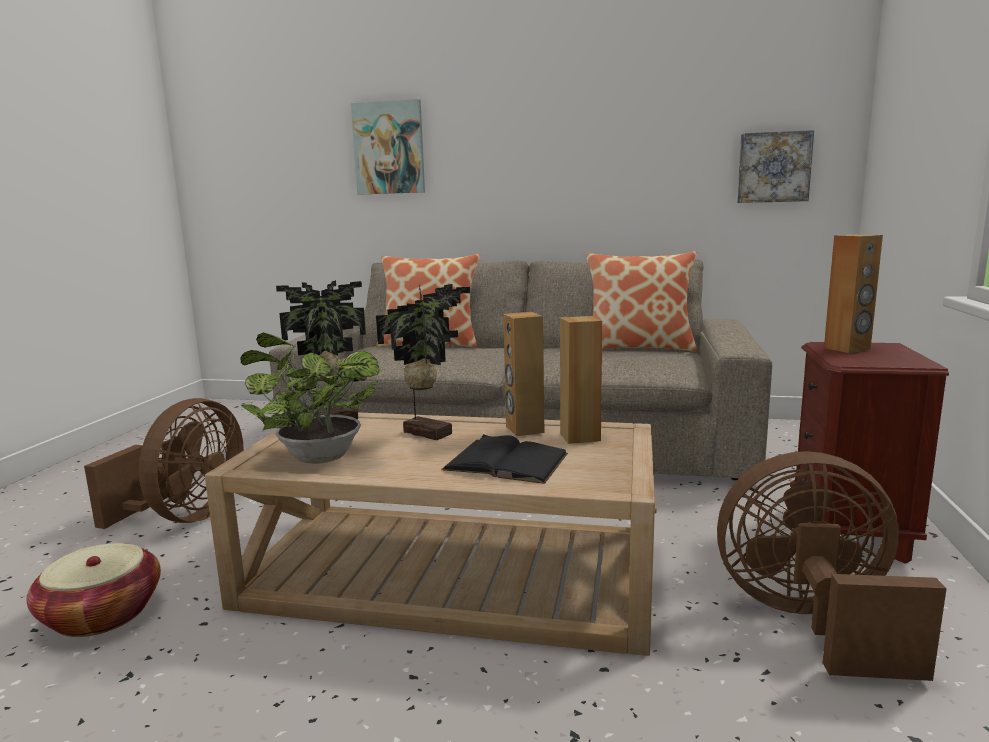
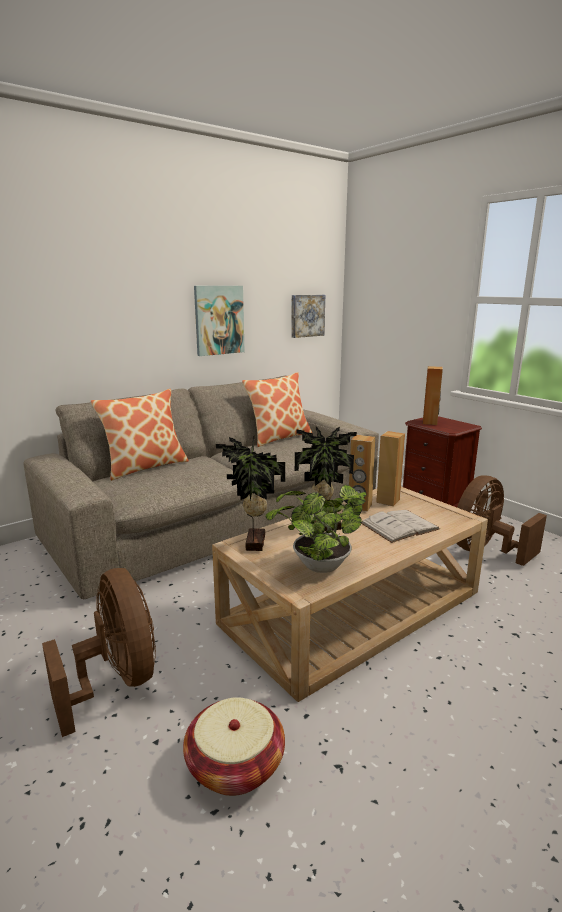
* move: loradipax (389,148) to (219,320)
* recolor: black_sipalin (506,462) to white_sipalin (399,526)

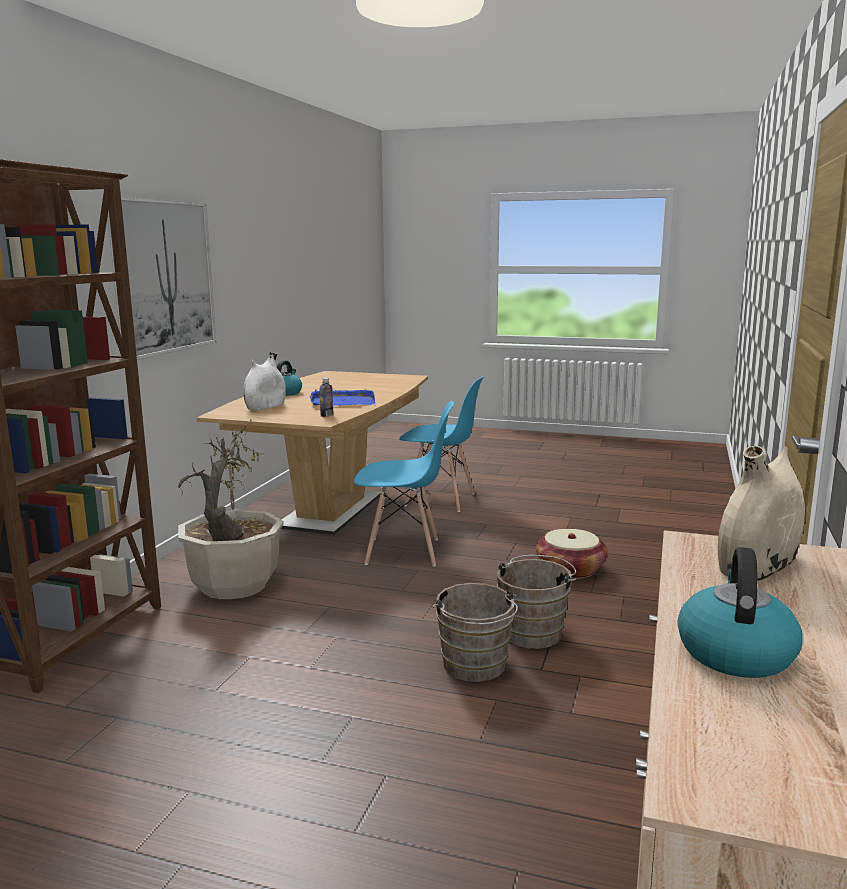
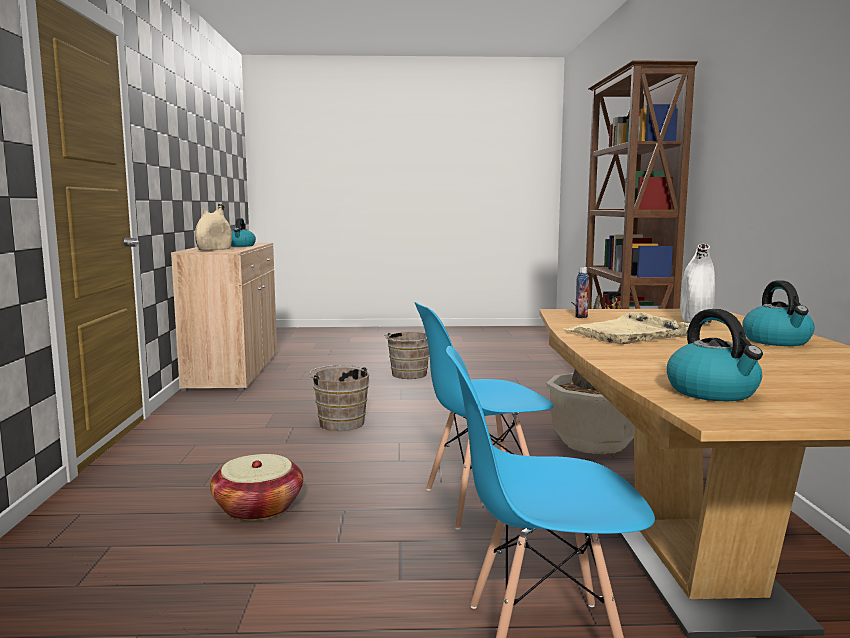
* delete: loradipax (163,277)
* insert: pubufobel (713,392)
* move: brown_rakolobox (534,632) to (408,375)
* recolor: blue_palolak (342,402) to beige_palolak (628,333)

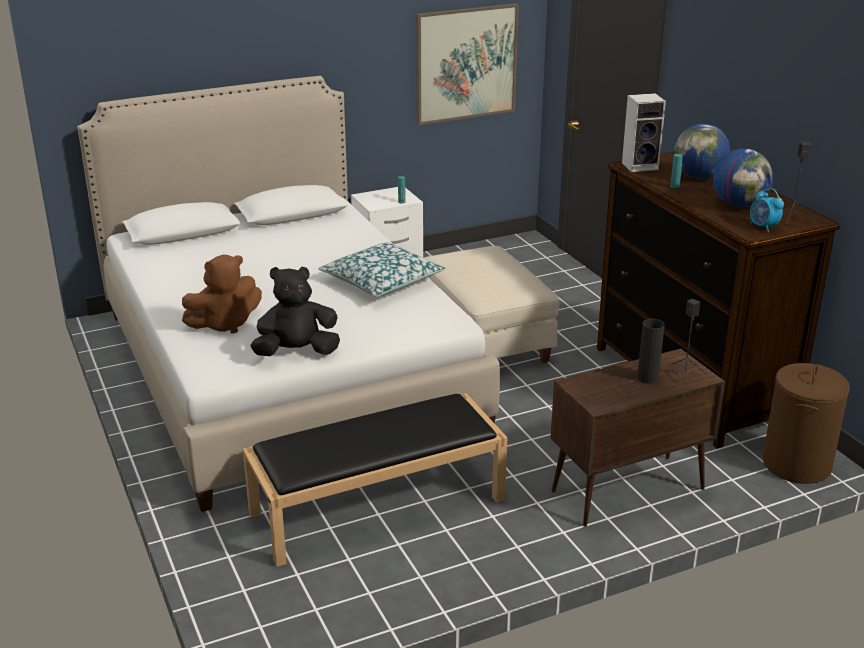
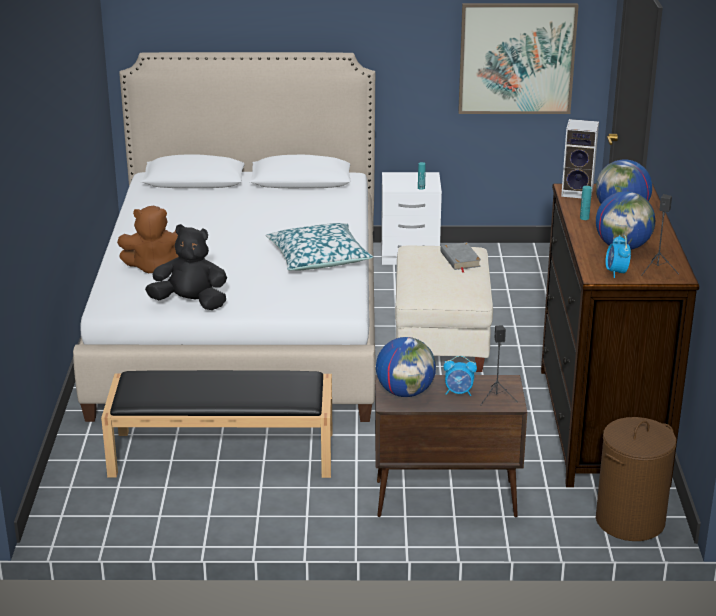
* insert: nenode (405,392)
* insert: grey_sipalin (460,259)
* replace: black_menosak (647,378) to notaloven (459,392)

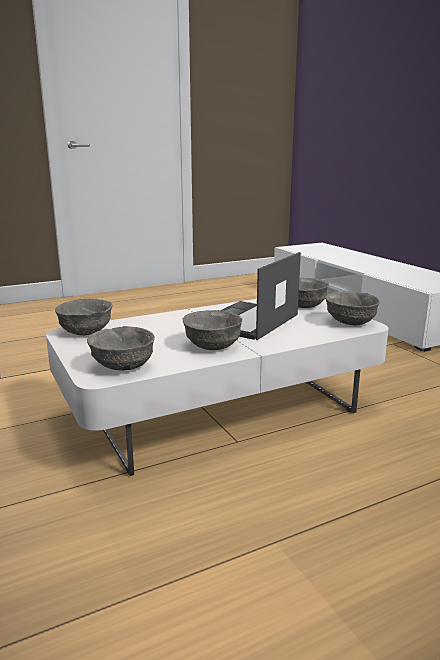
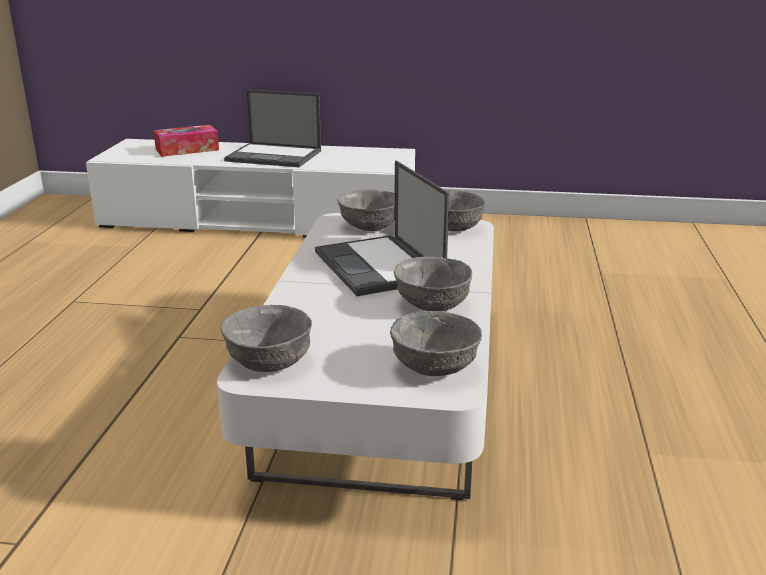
* insert: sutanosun (187,149)
* insert: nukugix (275,156)

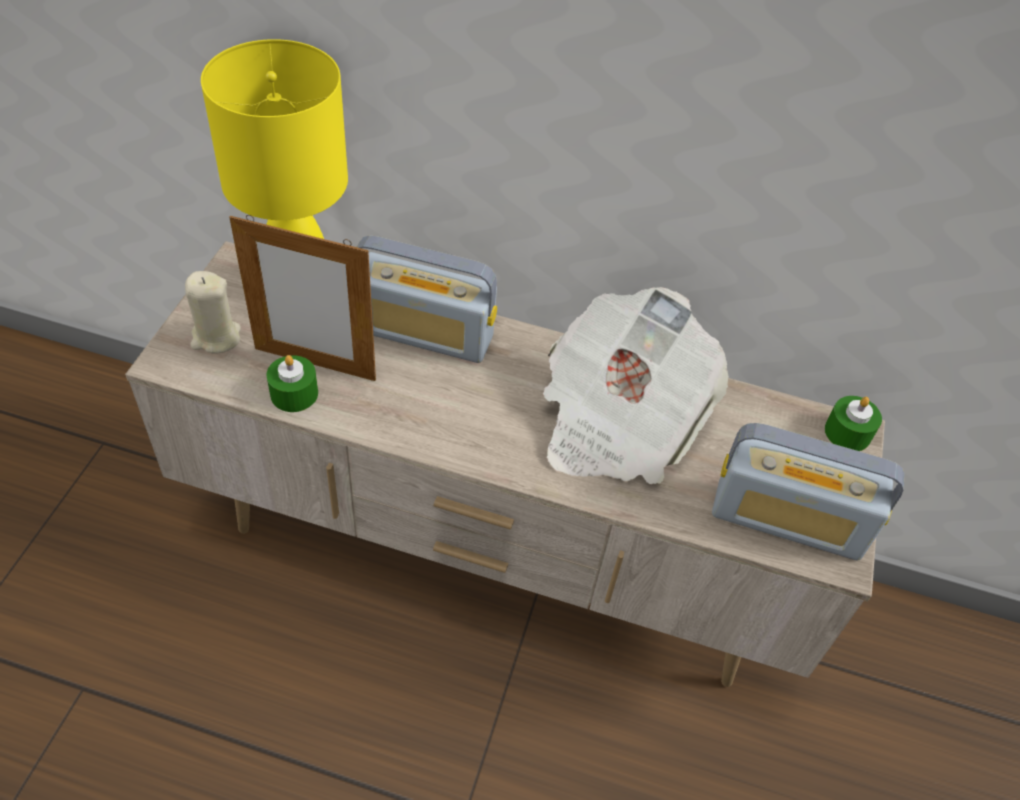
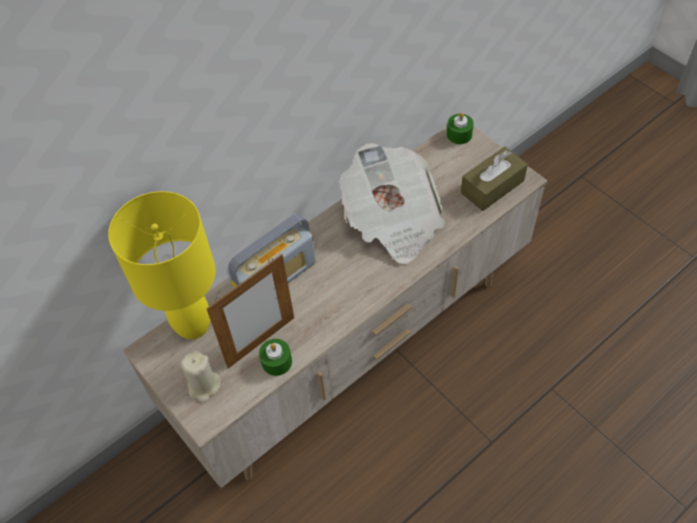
* replace: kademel (788,520) to brown_sutanosun (492,187)

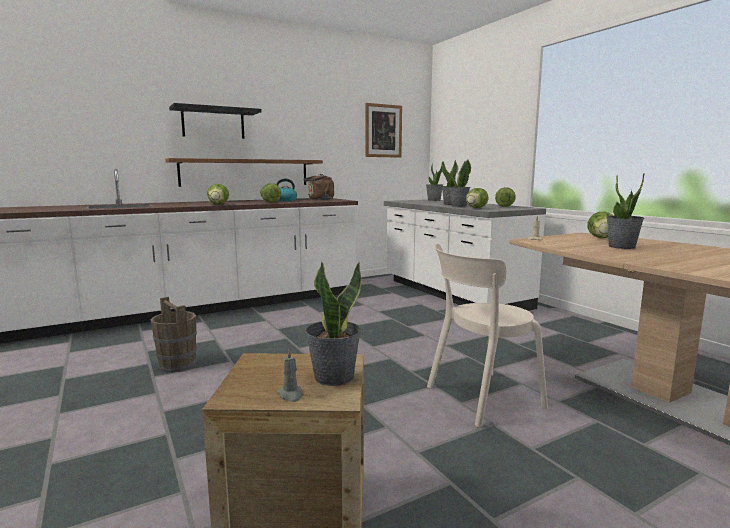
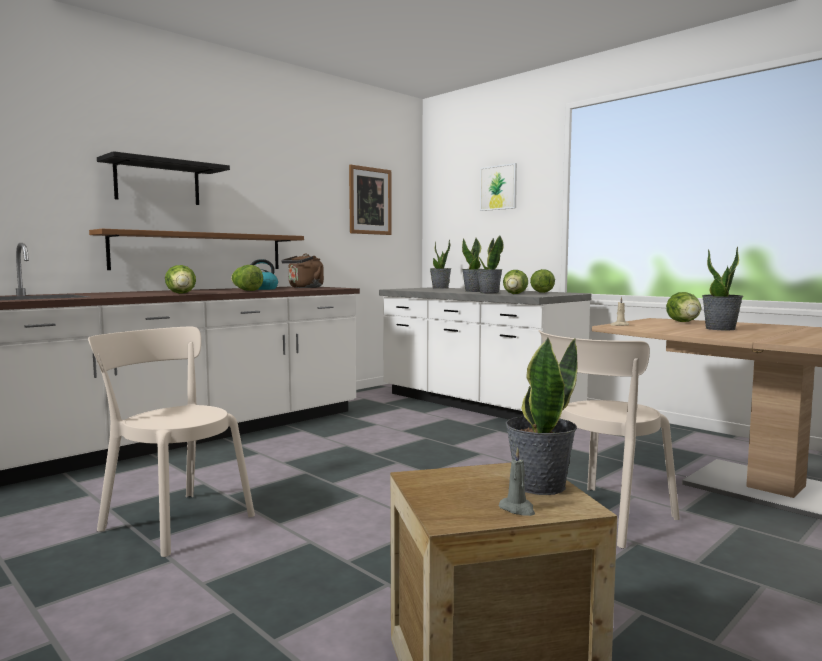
* insert: loradipax (498,187)
* replace: brown_rakolobox (177,364) to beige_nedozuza (174,521)

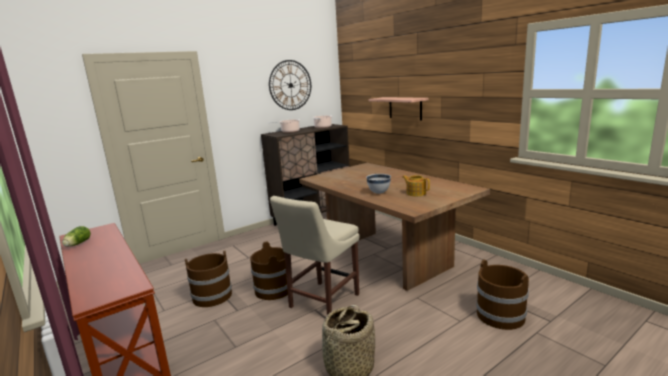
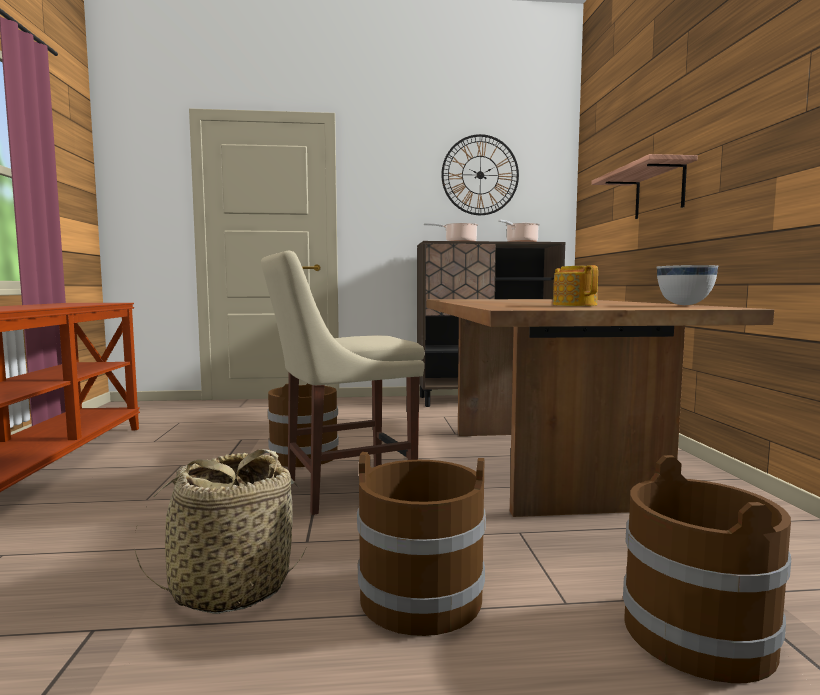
* delete: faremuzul (77,244)
* move: brown_rakolobox (212,296) to (422,596)
* move: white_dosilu (379,193) to (685,305)

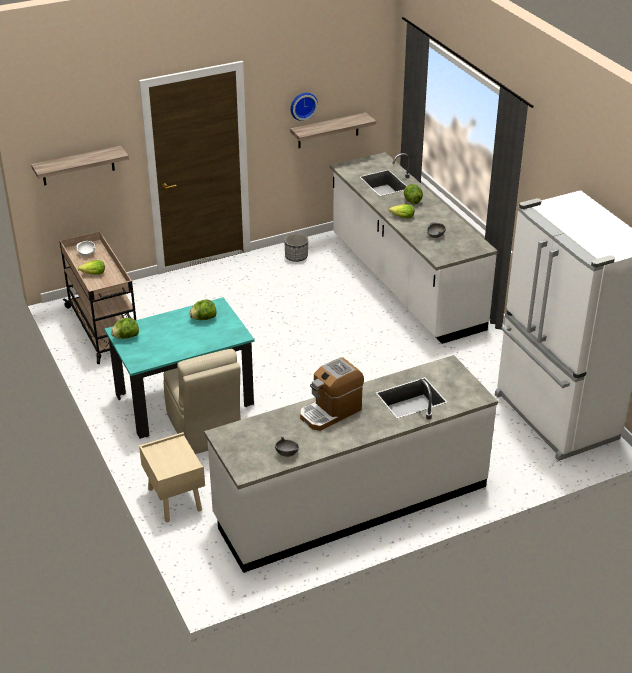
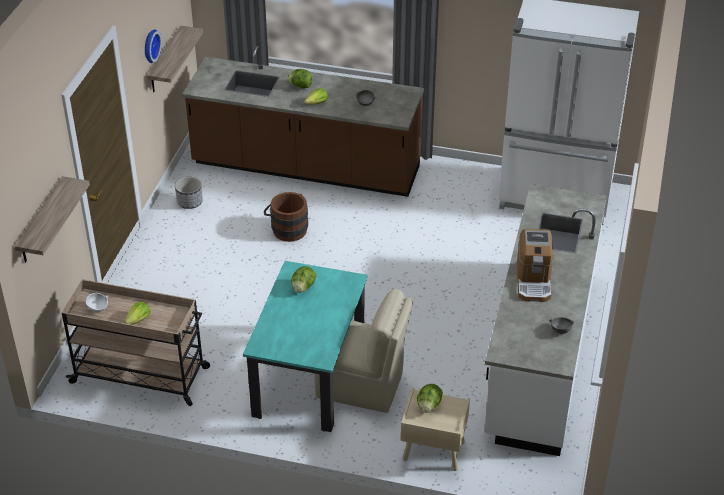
* insert: brown_rakolobox (287,229)
* move: faremuzul (126,337) to (428,406)
* recolor: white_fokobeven (404,282) to brown_fokobeven (306,167)

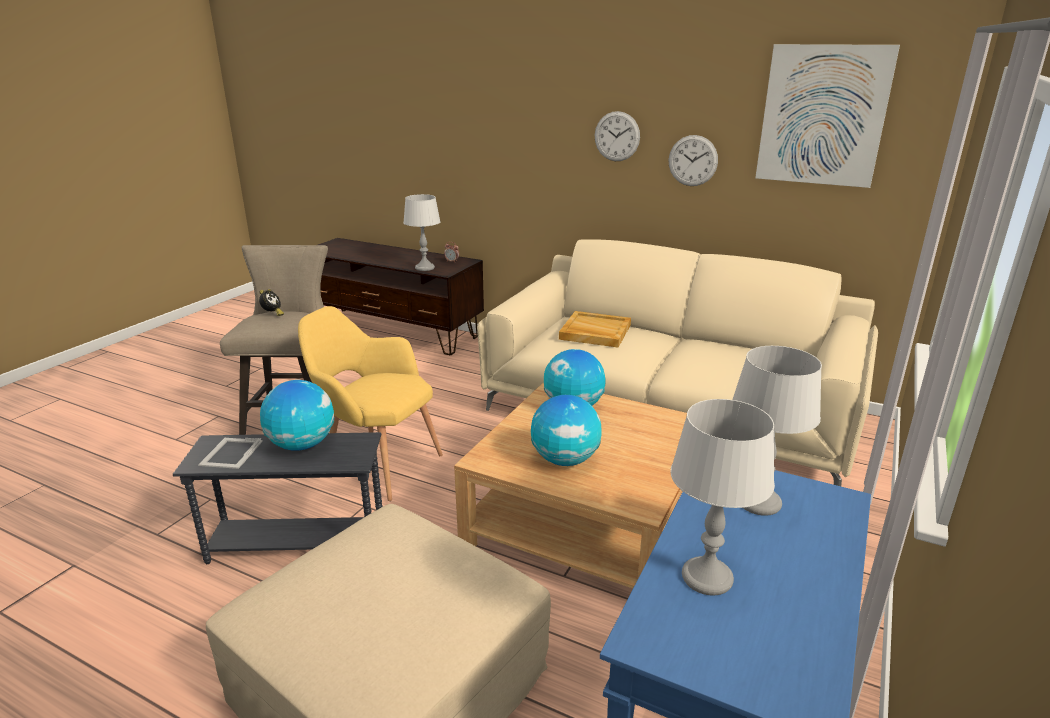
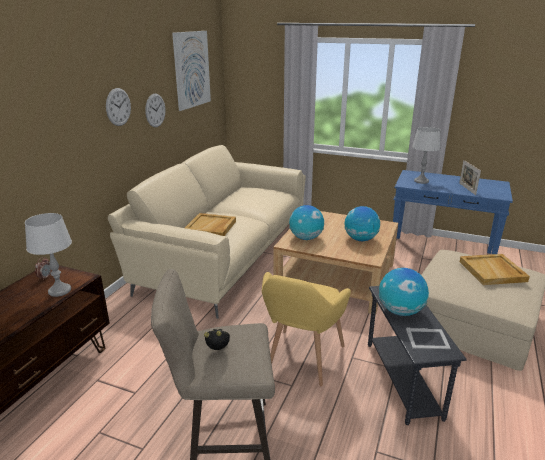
* insert: beige_palolak (493,271)
* replace: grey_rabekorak (706,578) to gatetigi (467,189)

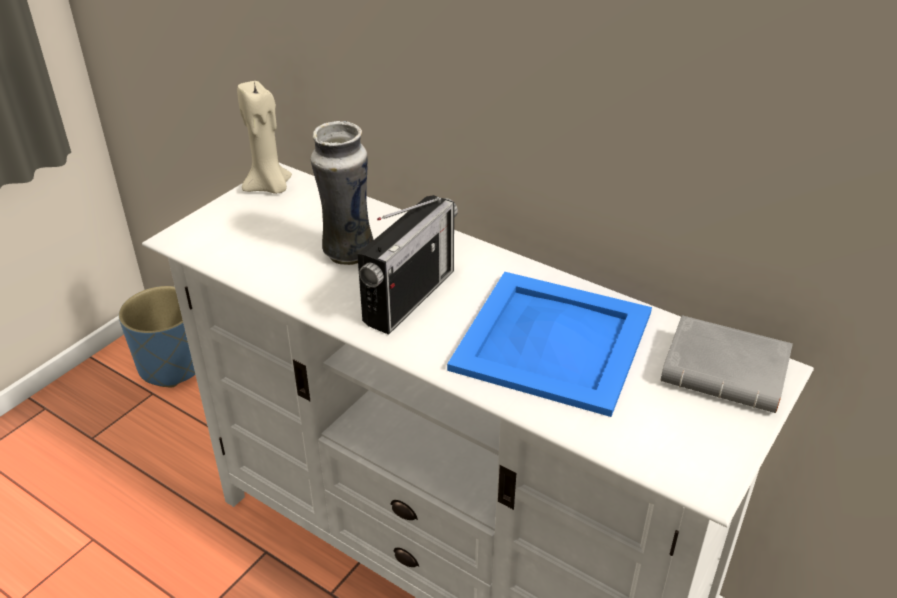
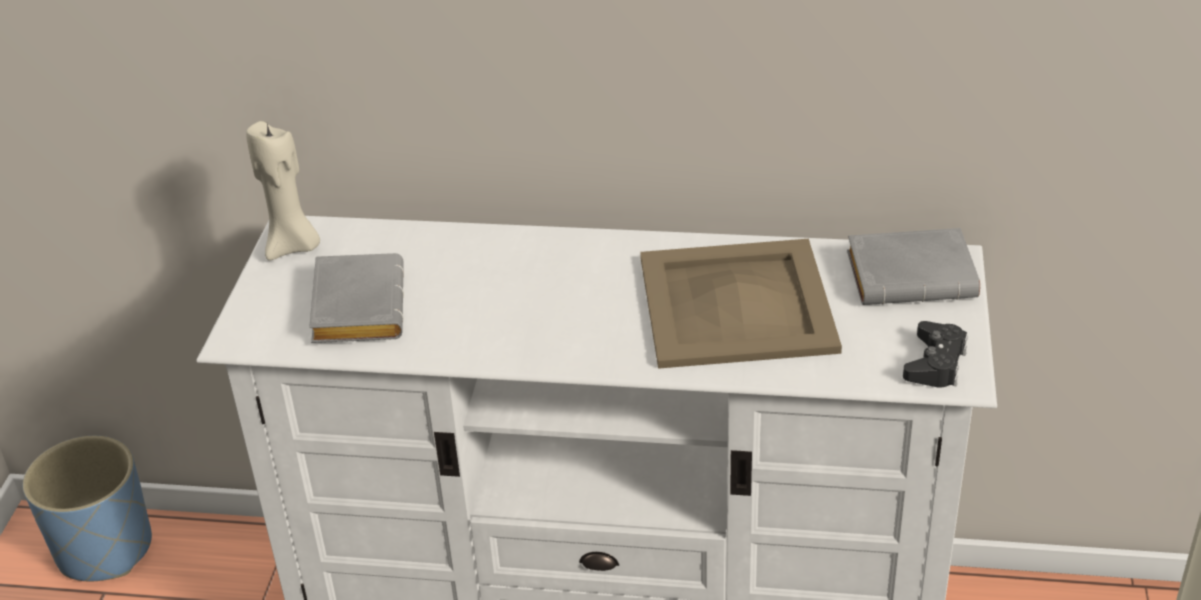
* delete: menosak (347,254)
* delete: kademel (409,297)
* insert: grey_sipalin (355,306)
* insert: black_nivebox (935,363)
* recolor: blue_palolak (553,342) to beige_palolak (738,305)

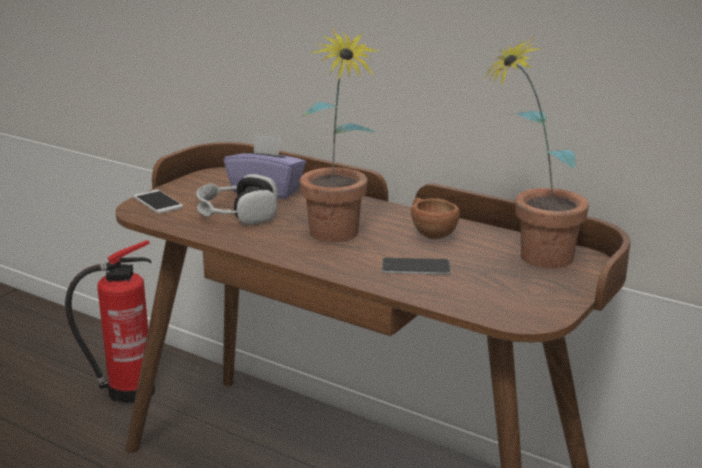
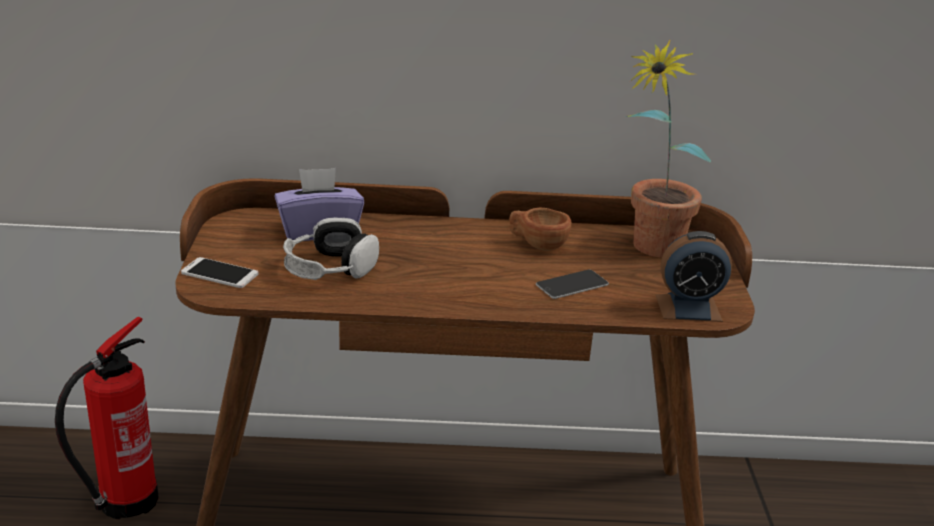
* delete: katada (337,238)
* insert: notaloven (688,308)

